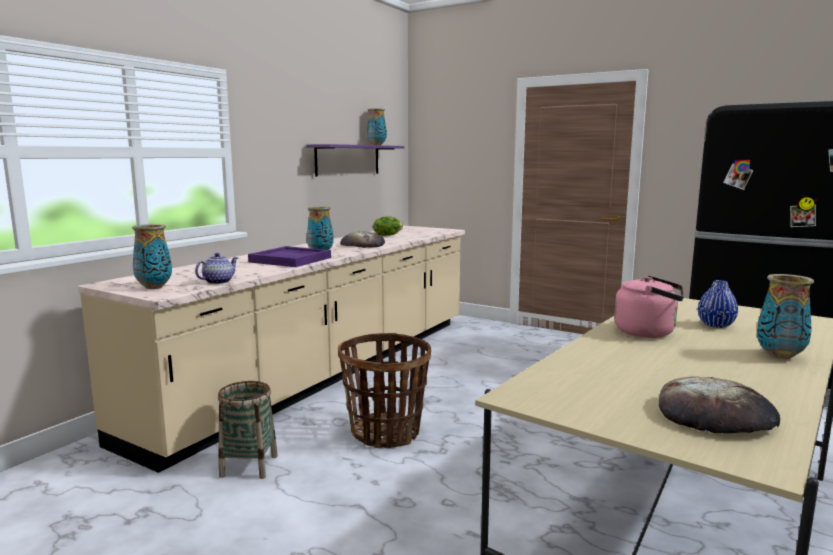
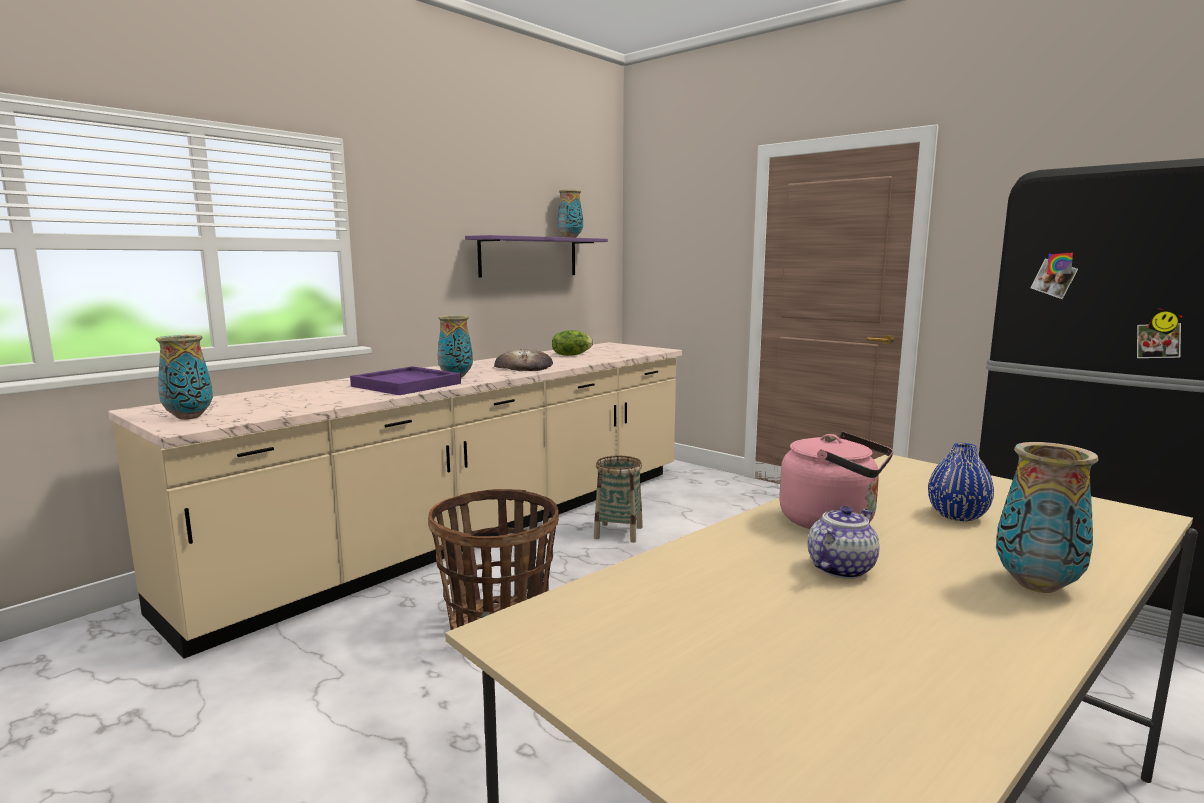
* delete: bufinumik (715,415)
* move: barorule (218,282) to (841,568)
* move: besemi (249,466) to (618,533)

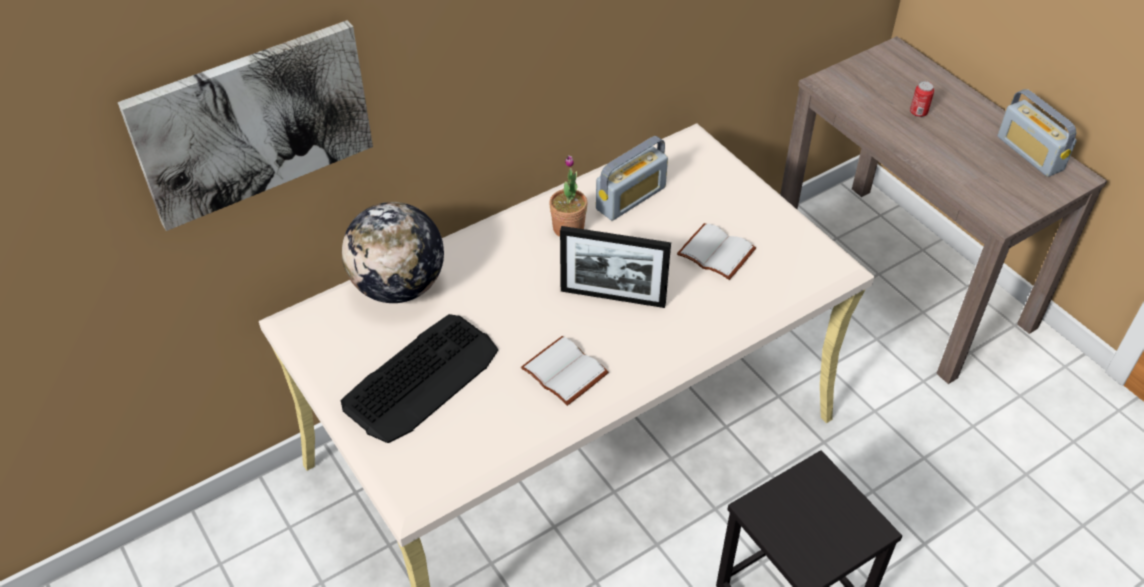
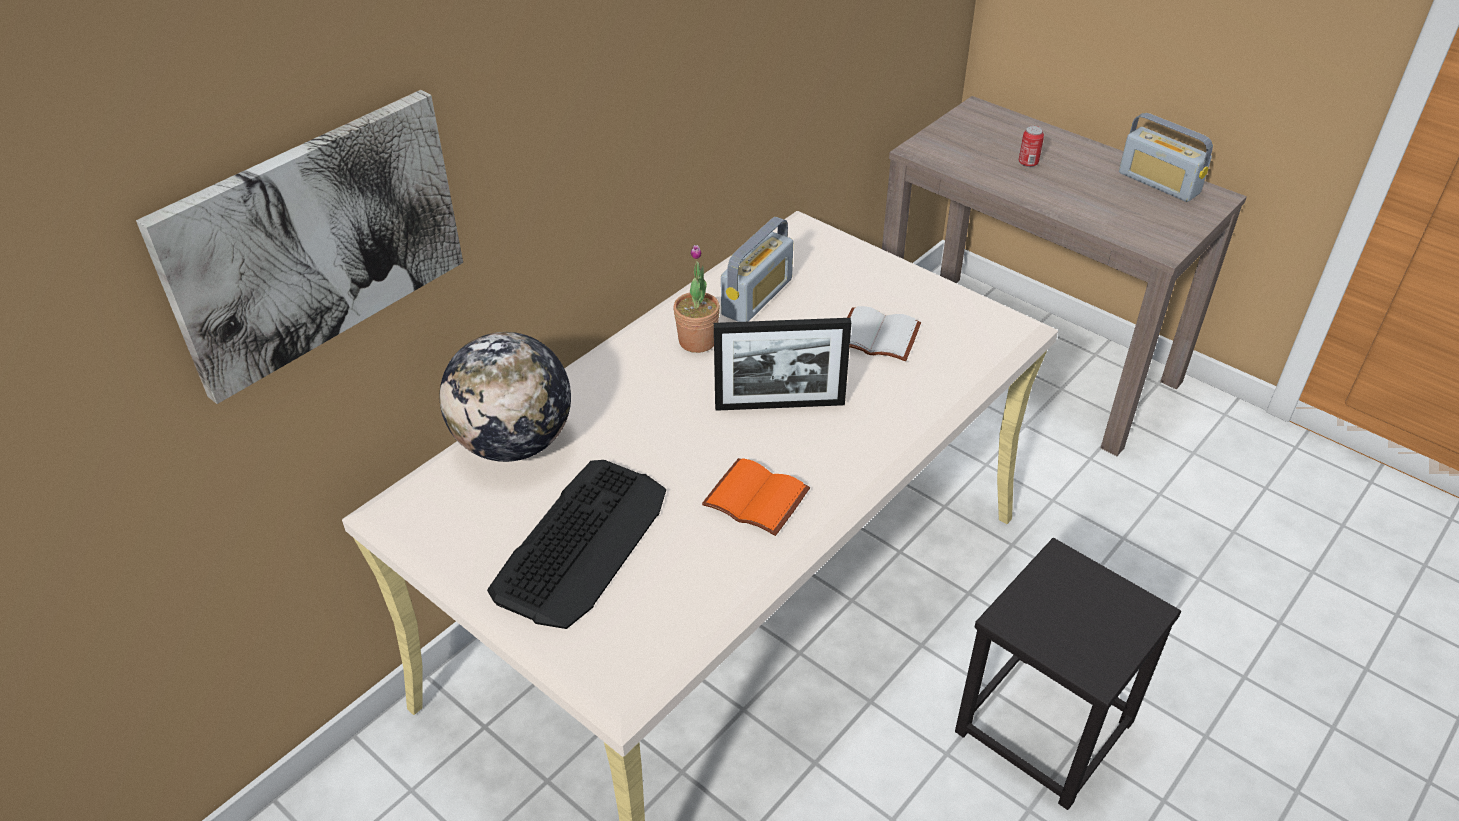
* recolor: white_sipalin (567,371) to orange_sipalin (758,497)

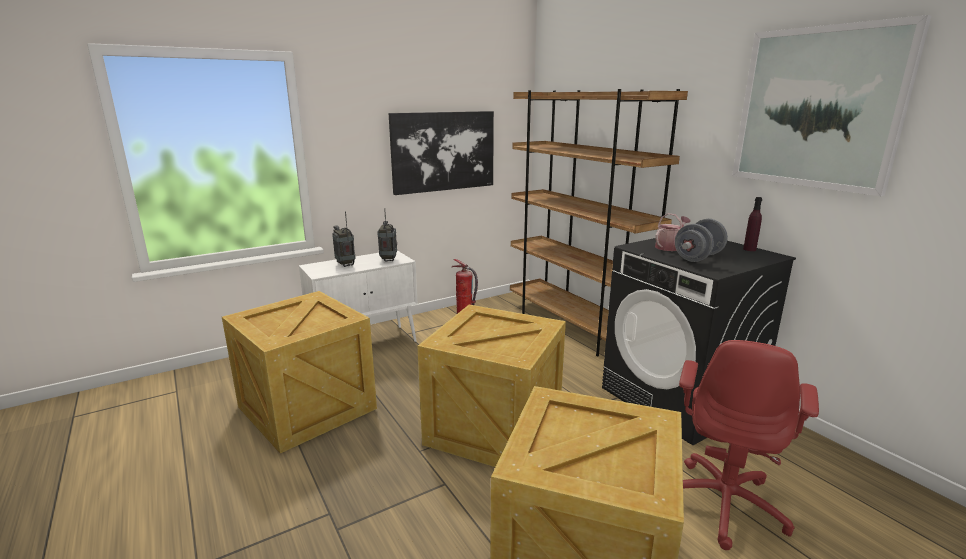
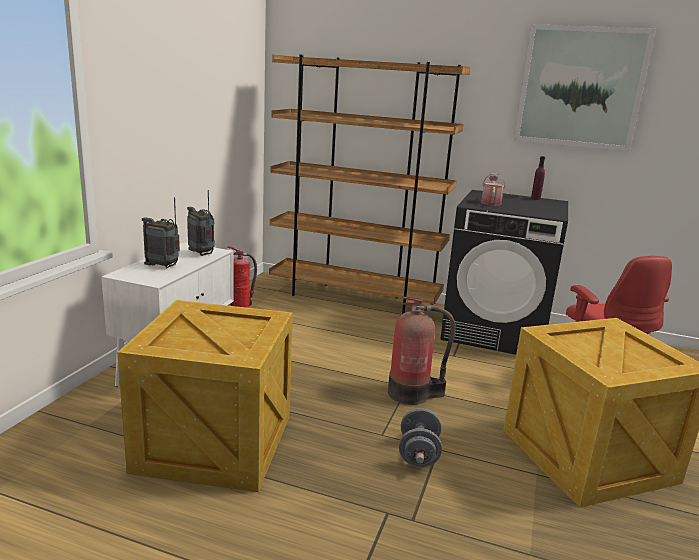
* delete: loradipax (443,151)
* move: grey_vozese (698,257) to (418,454)
* replace: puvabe (496,427) to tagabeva (412,394)

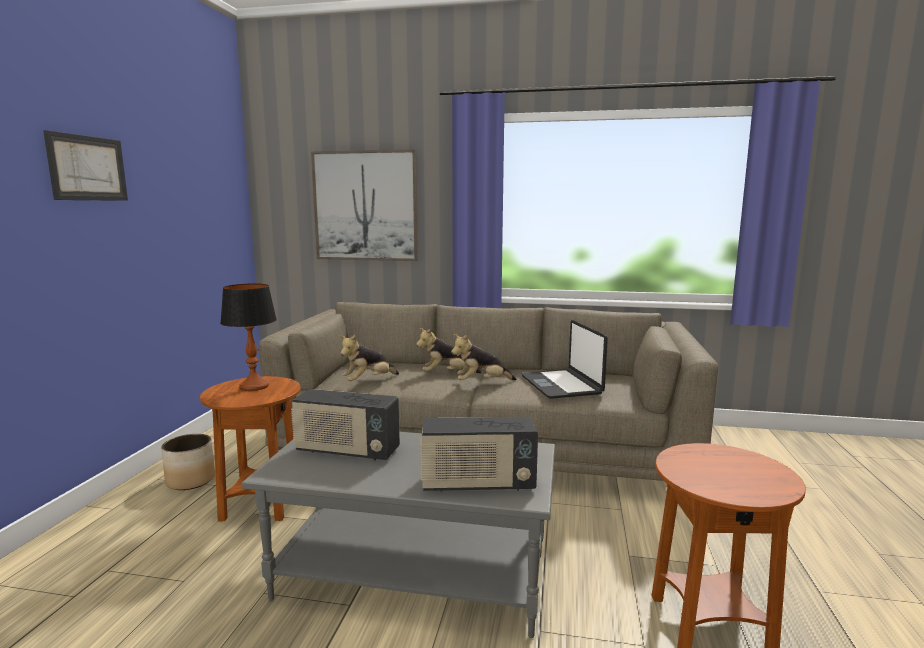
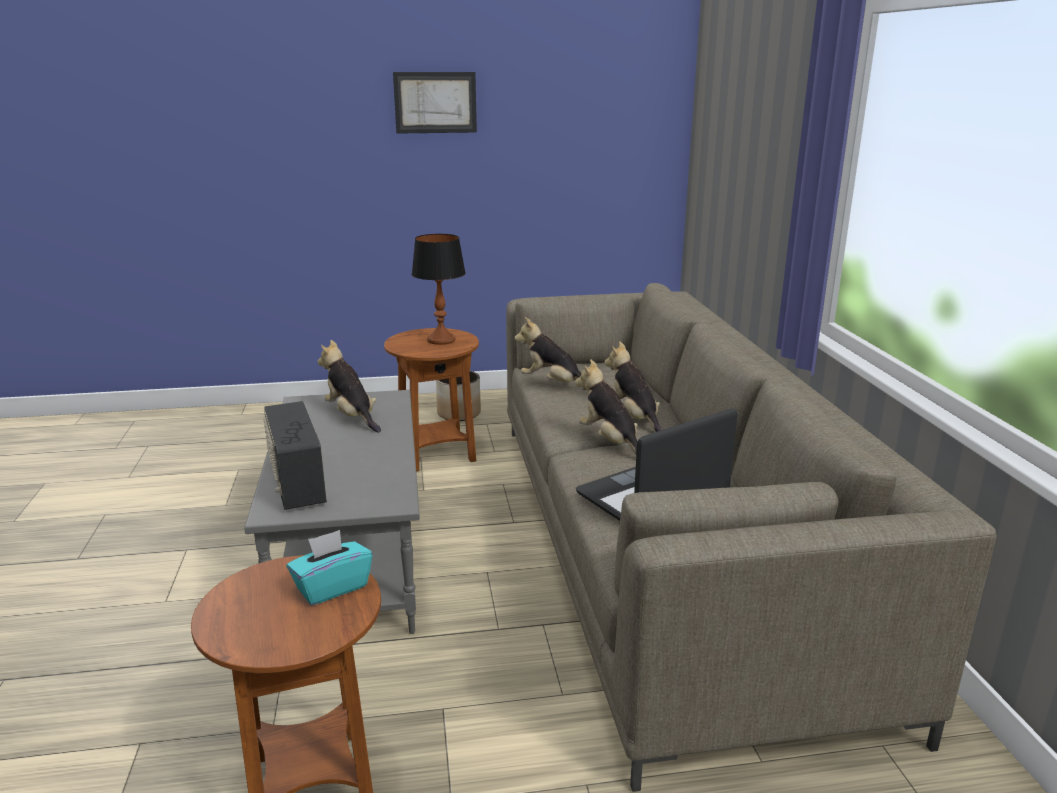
* delete: loradipax (365,206)
* insert: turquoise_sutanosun (332,587)
* replace: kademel (347,451) to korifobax (352,416)

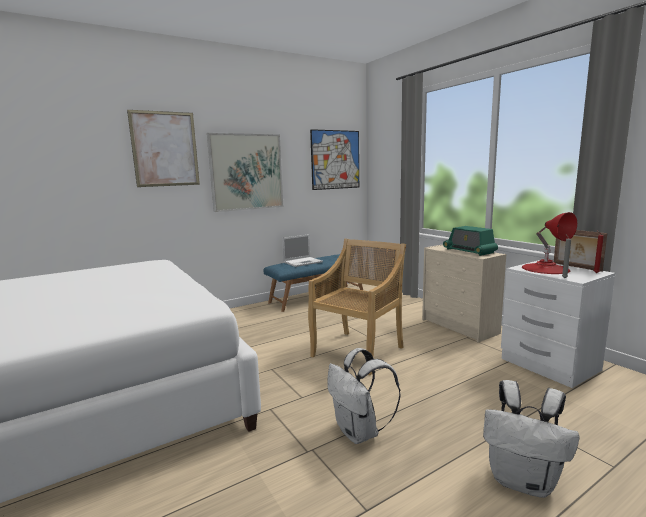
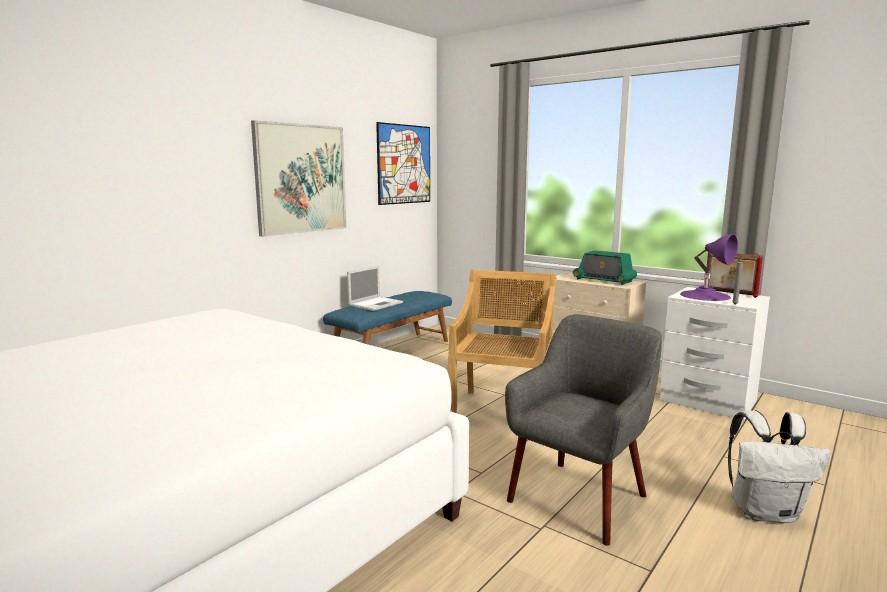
* delete: loradipax (165,149)
* replace: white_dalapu (360,432) to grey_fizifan (580,498)
* recolor: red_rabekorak (545,268) to purple_rabekorak (705,295)

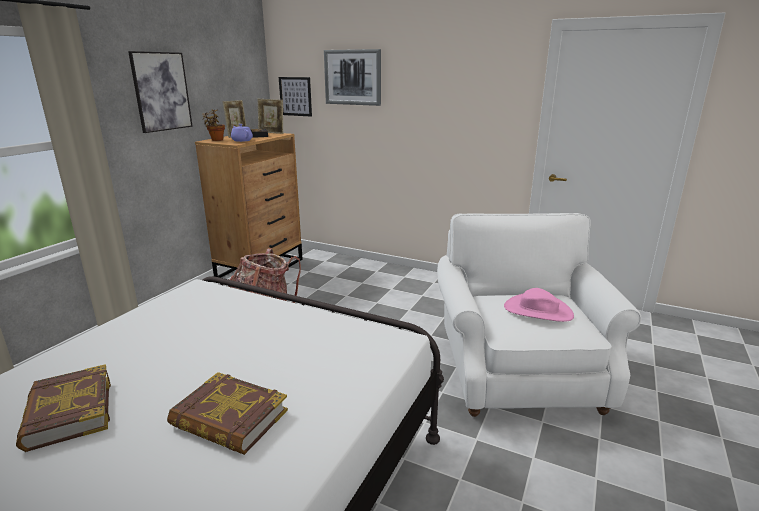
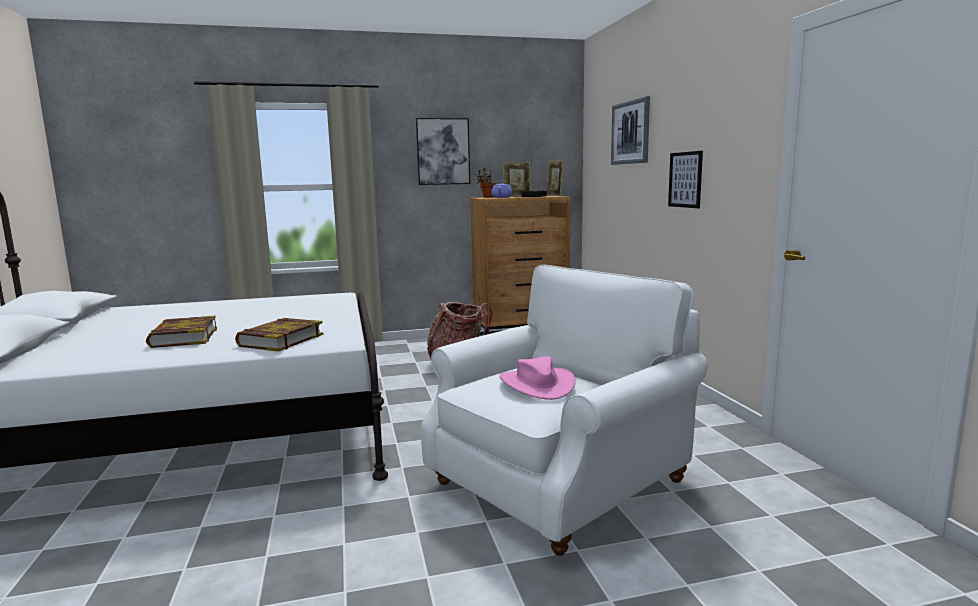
* move: sipalin (68,412) to (280,340)
* move: loradipax (295,96) to (685,179)

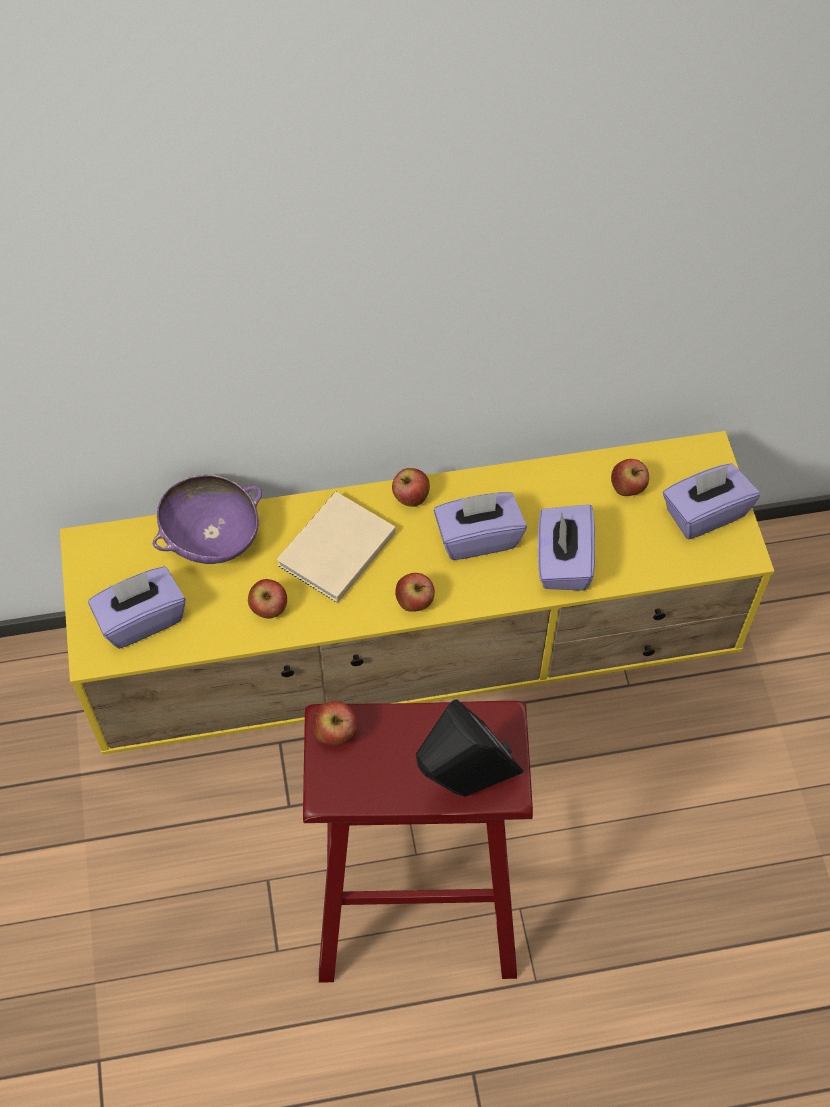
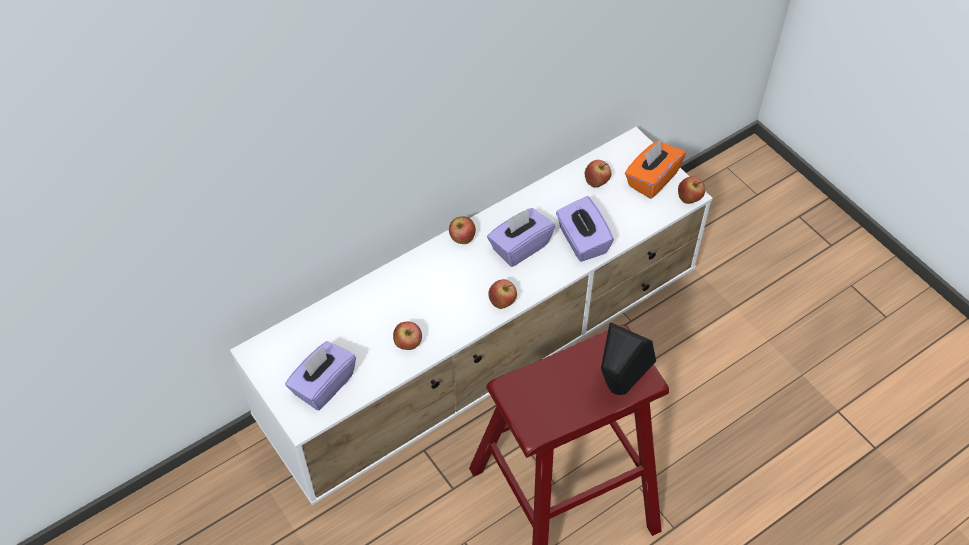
* delete: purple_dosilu (212,537)
* delete: beige_sipalin (333,550)
* move: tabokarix (335,734) to (689,199)
* recolor: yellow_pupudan (418,655) to white_pupudan (486,356)
* recolor: purple_sutanosun (704,513) to orange_sutanosun (651,179)

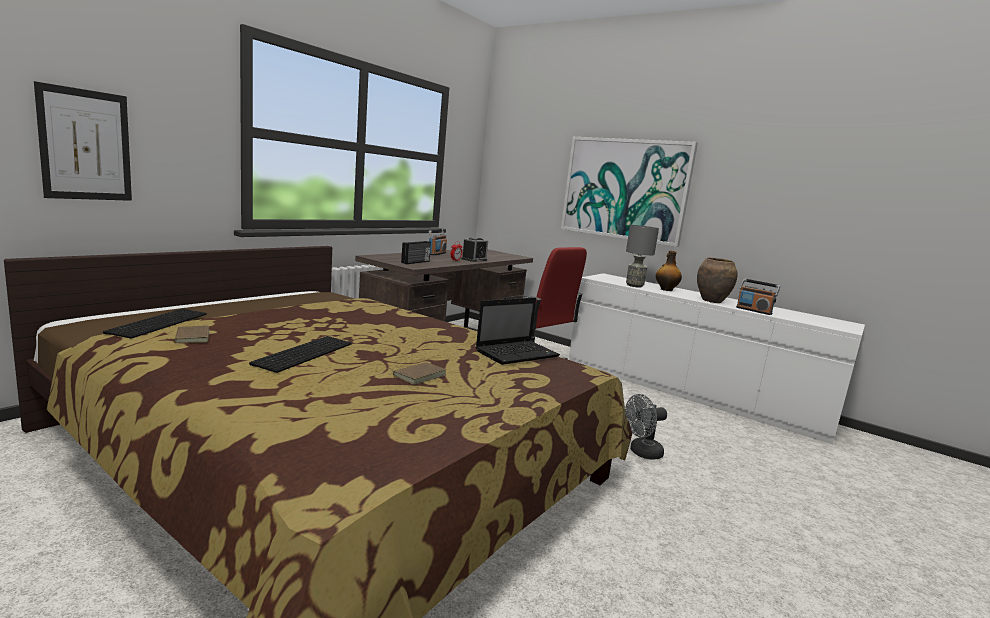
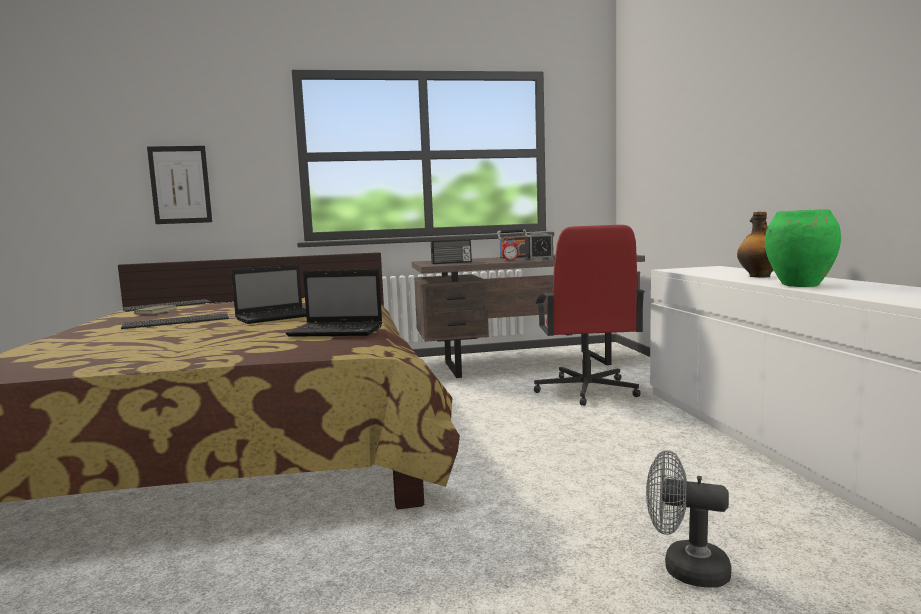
* delete: brown_sipalin (418,375)
* delete: loradipax (625,189)
* delete: grey_rabekorak (634,286)
* delete: kademel (754,311)
* insert: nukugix (278,317)
* move: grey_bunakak (641,453) to (685,568)
* recolor: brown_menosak (712,301) to green_menosak (801,285)

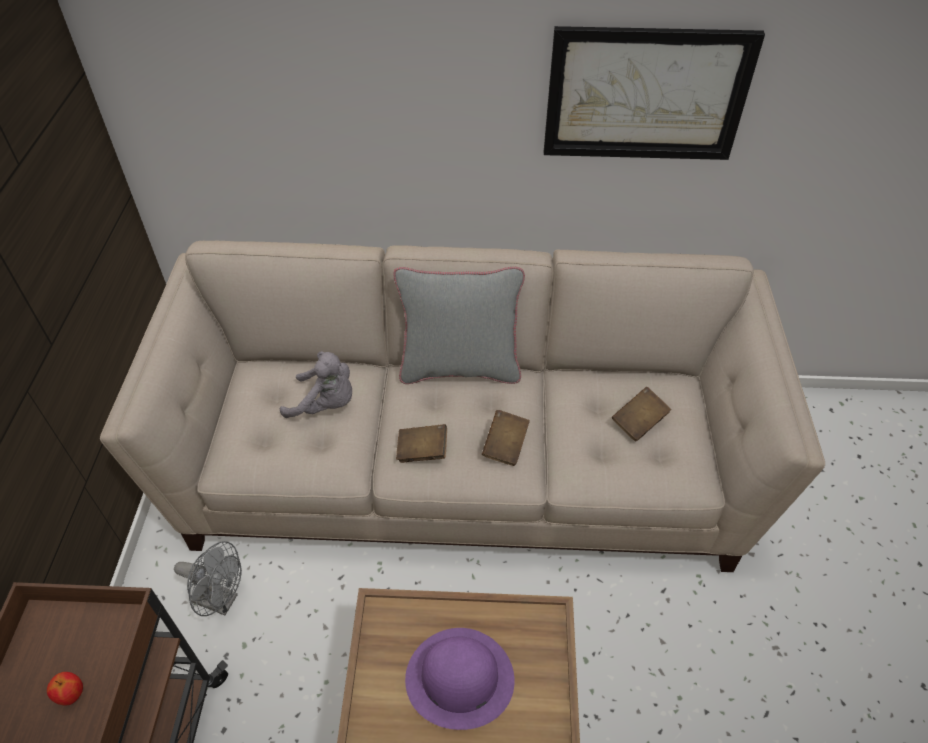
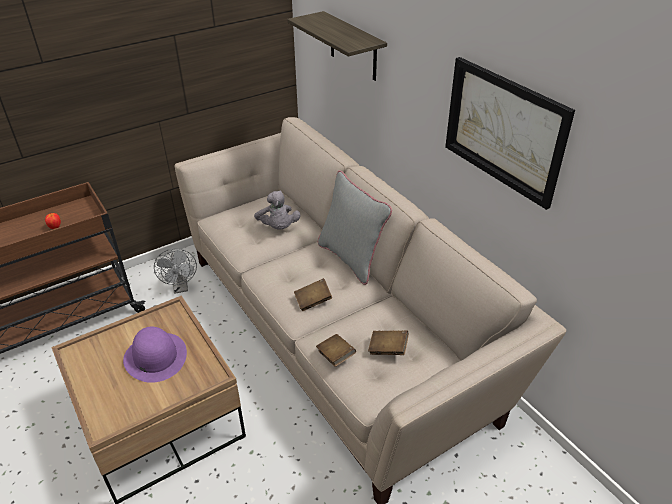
* insert: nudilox (353,47)
* move: brown_sipalin (422,451) to (335,356)

